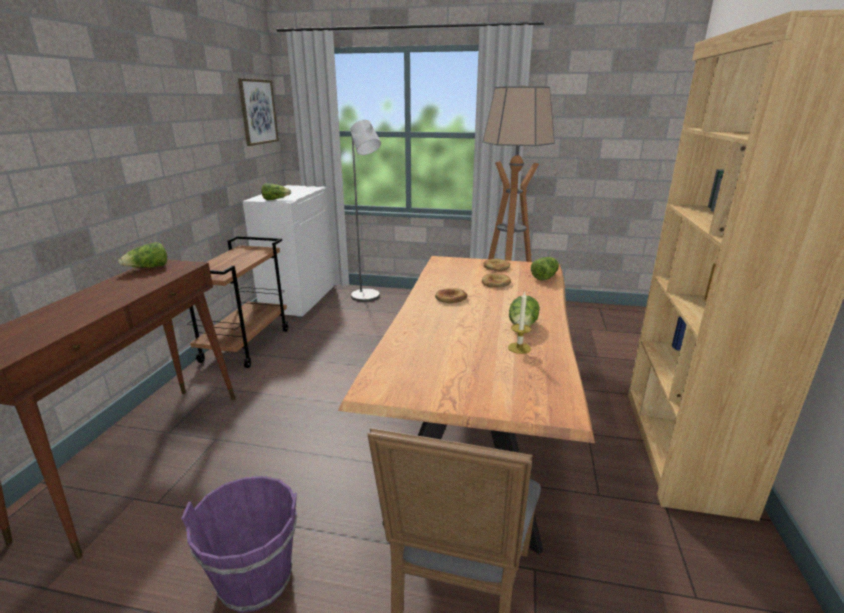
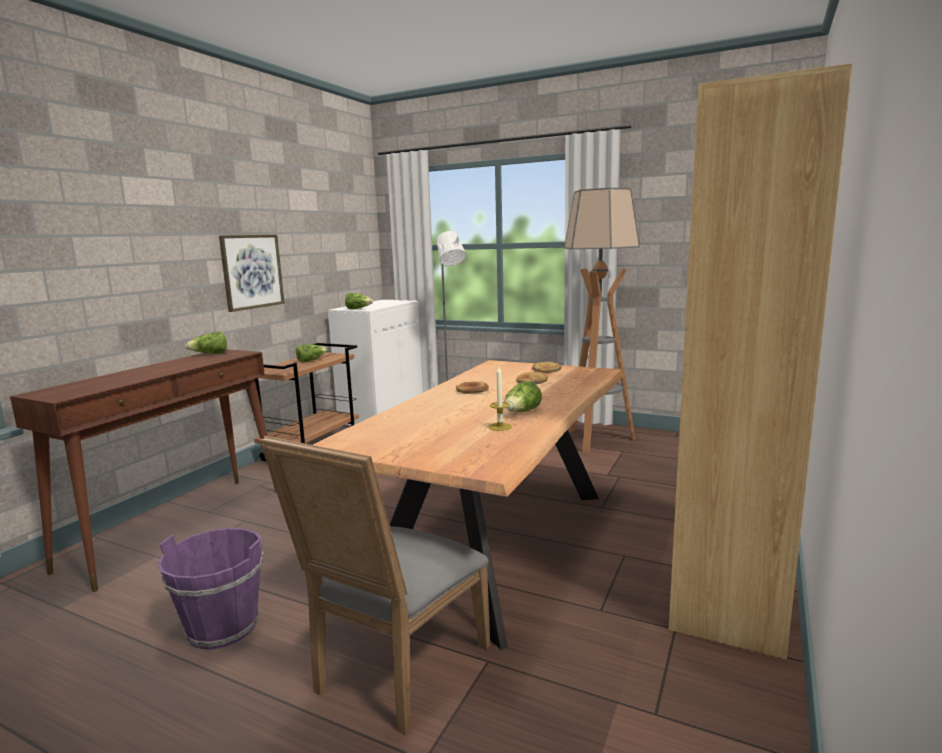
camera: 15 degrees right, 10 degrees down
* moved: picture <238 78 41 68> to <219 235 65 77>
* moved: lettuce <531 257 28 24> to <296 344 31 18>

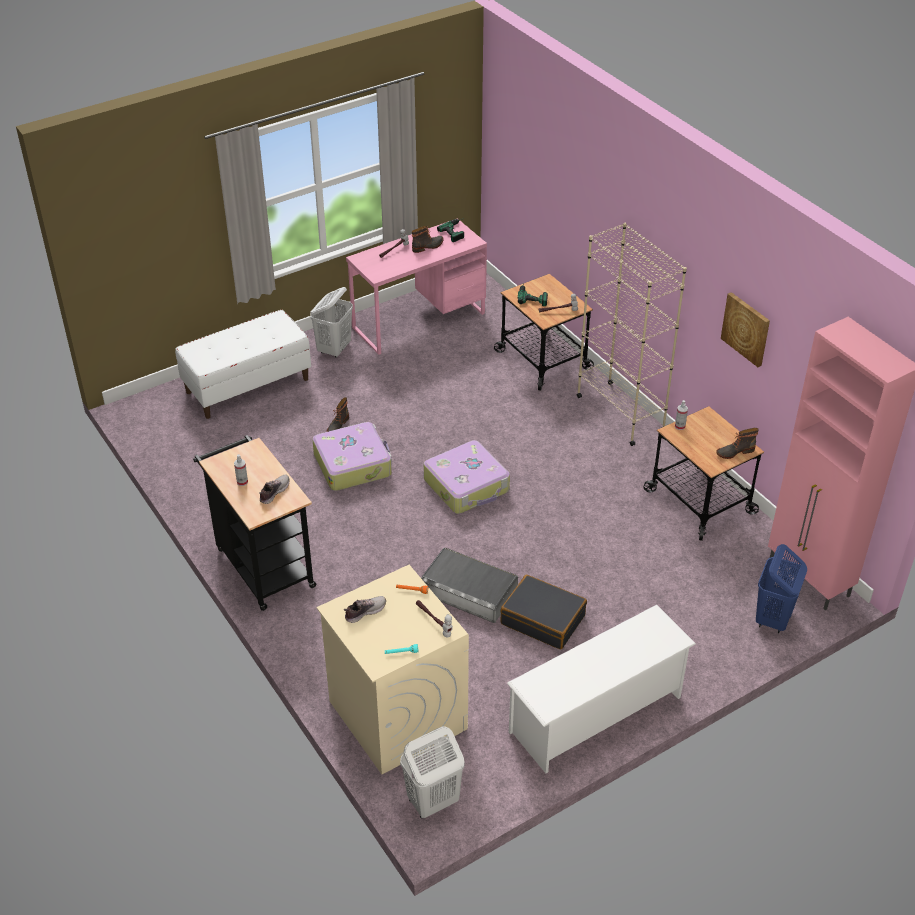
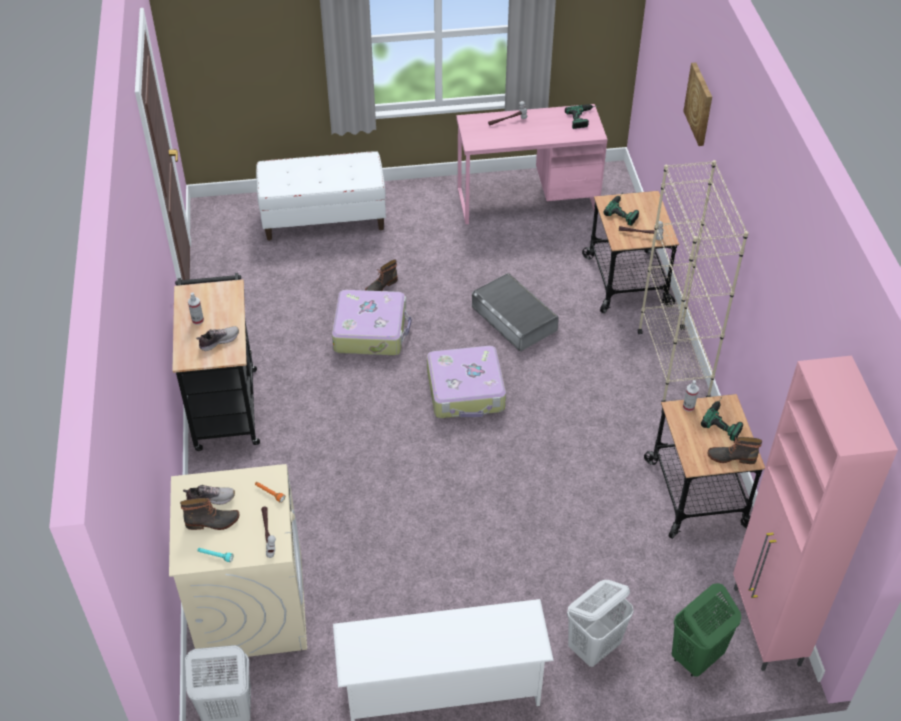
camera: 25 degrees right, 5 degrees up
* moved: white laundry basket <310 287 43 71> to <567 580 67 87>
* moved: boot <412 226 32 27> to <180 498 59 32>
* moved: grey storage box <421 548 97 75> to <472 273 87 78>
* removed: black suitcase <500 575 87 74>
* moved: picture <721 292 49 75> to <683 63 29 83>
* recoloured: blue laundry basket <756 544 51 89> to green laundry basket <672 583 69 94>
* added: power drill <701 397 42 44>

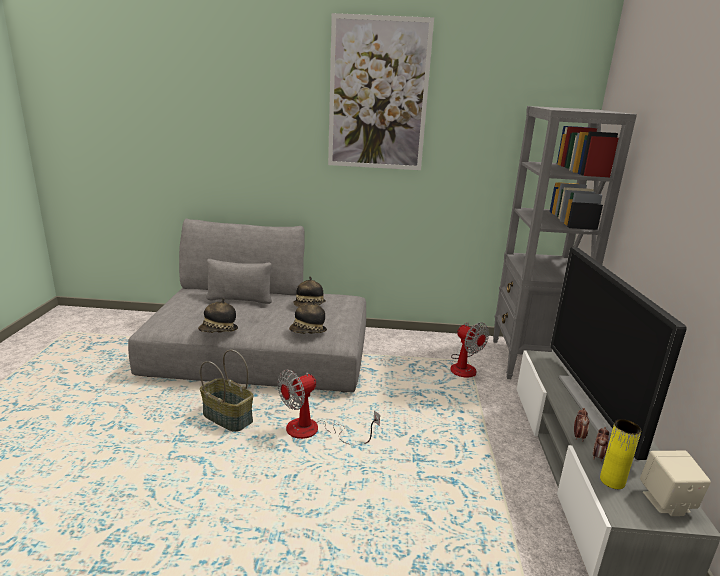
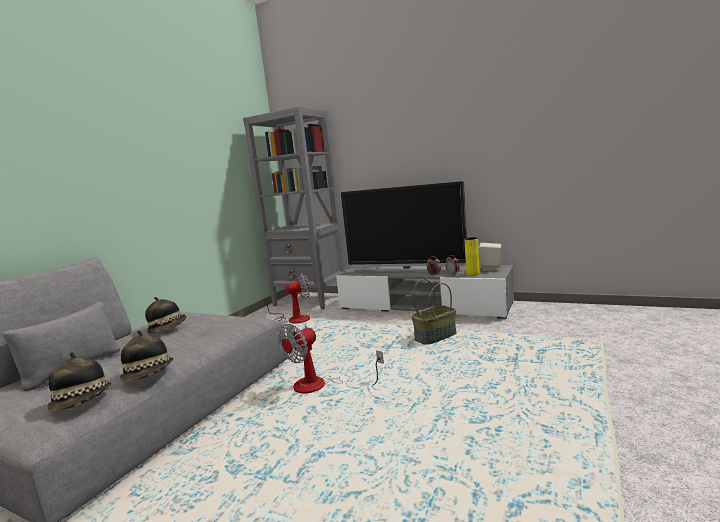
camera: 65 degrees left, 10 degrees down
* moved: basket <200 350 53 82> to <411 279 46 66>
* turned: fan <278 370 102 75> = <278 324 106 69> 60 degrees clockwise
* moved: hat <289 300 38 34> to <47 352 65 59>
* removed: picture <328 13 106 157>

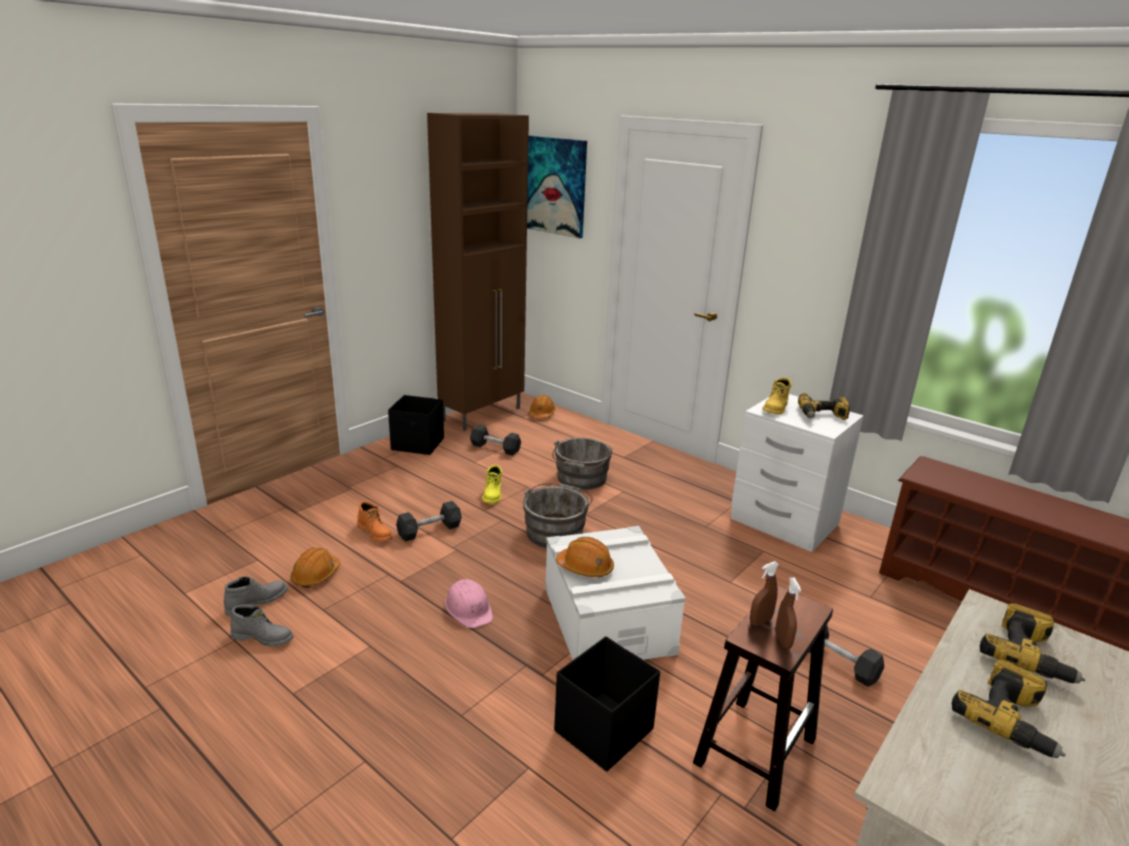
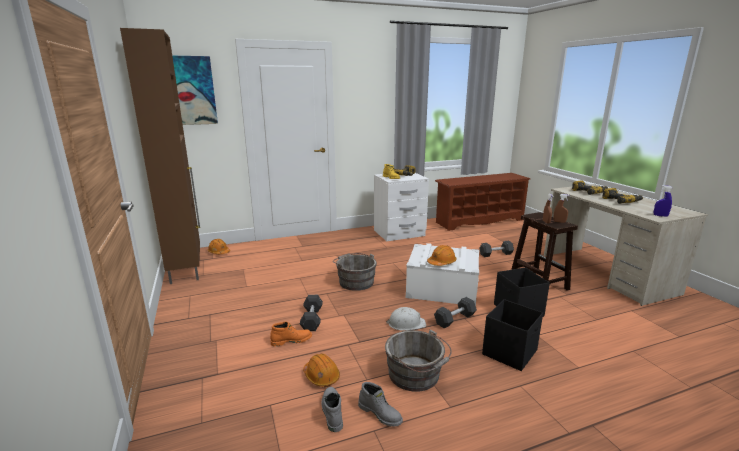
camera: 60 degrees left, 5 degrees down
* turned: grey boot <230 604 64 42> = <358 382 45 45> 90 degrees clockwise
* moved: black storage box <388 395 56 60> to <482 299 61 72>
* recoloured: pink hard hat <445 579 48 49> to white hard hat <386 307 40 24>
* moved: grey dumbbell <470 425 51 31> to <434 297 43 31>
* removed: yellow boot <482 465 20 39>
* moved: grey bucket <552 438 61 52> to <385 330 67 62>
* added: blue spray bottle <654 185 19 32>

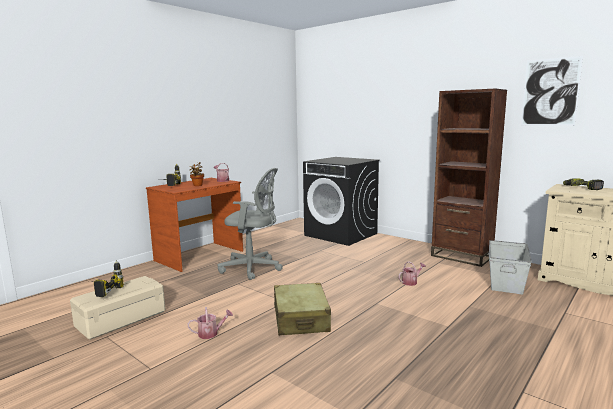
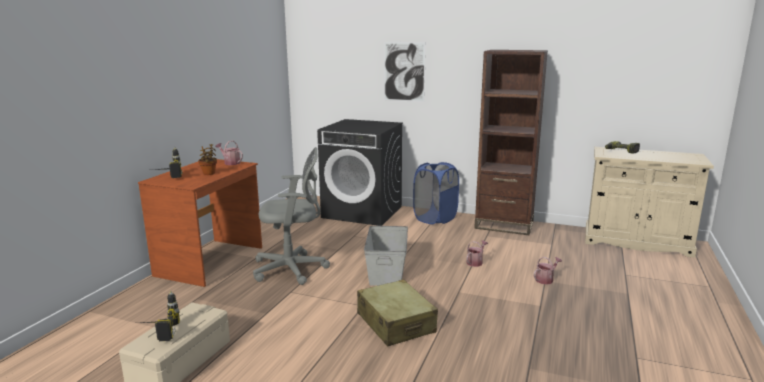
camera: 20 degrees left, 5 degrees up
* moved: watering can <188 307 45 32> to <534 257 28 28>
* moved: grey storage box <489 240 43 55> to <364 226 44 60>
* moved: picture <521 56 62 70> to <384 42 42 60>
* added: blue laundry basket <413 162 46 62>

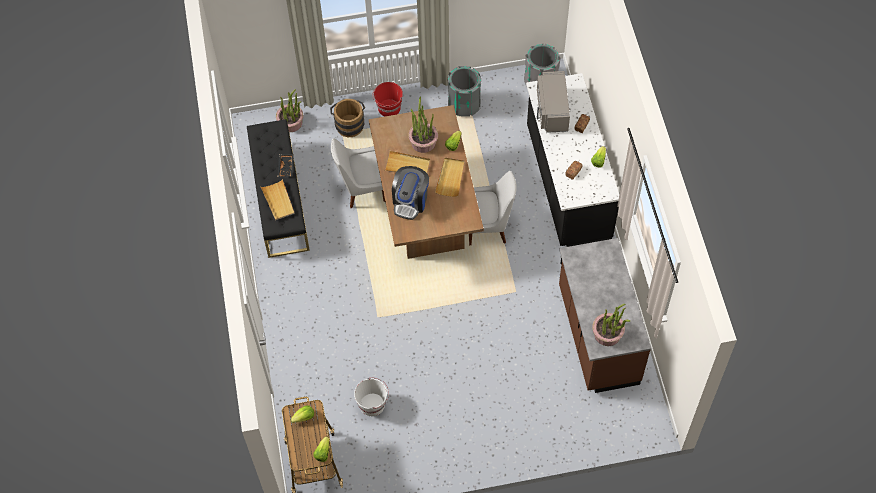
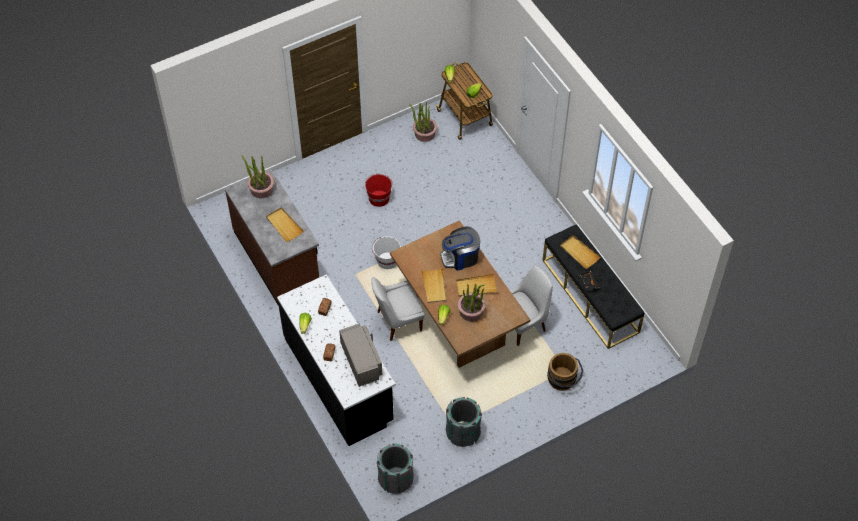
camera: 160 degrees right, 5 degrees down
* moved: potted plant <276 89 27 43> to <409 102 28 40>
* moved: white bucket <354 378 35 38> to <372 236 29 33>
* moved: red bucket <373 82 30 35> to <365 174 27 33>
* turned: coffee machine <392 166 37 54> = <441 227 39 44> 105 degrees counterclockwise
* added: beige tray <266 207 37 35>

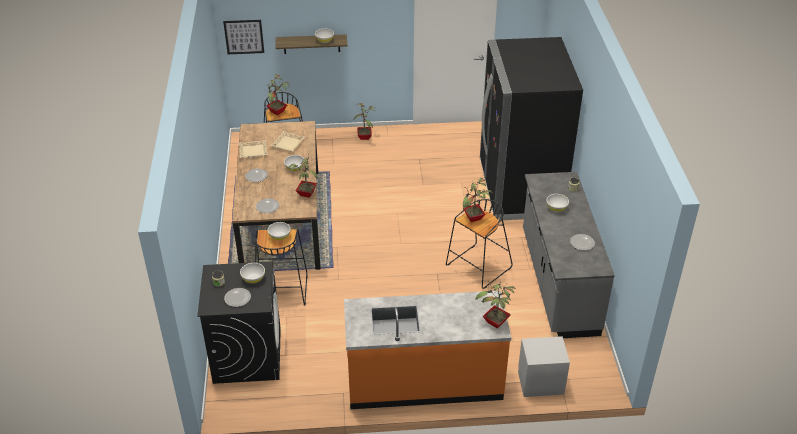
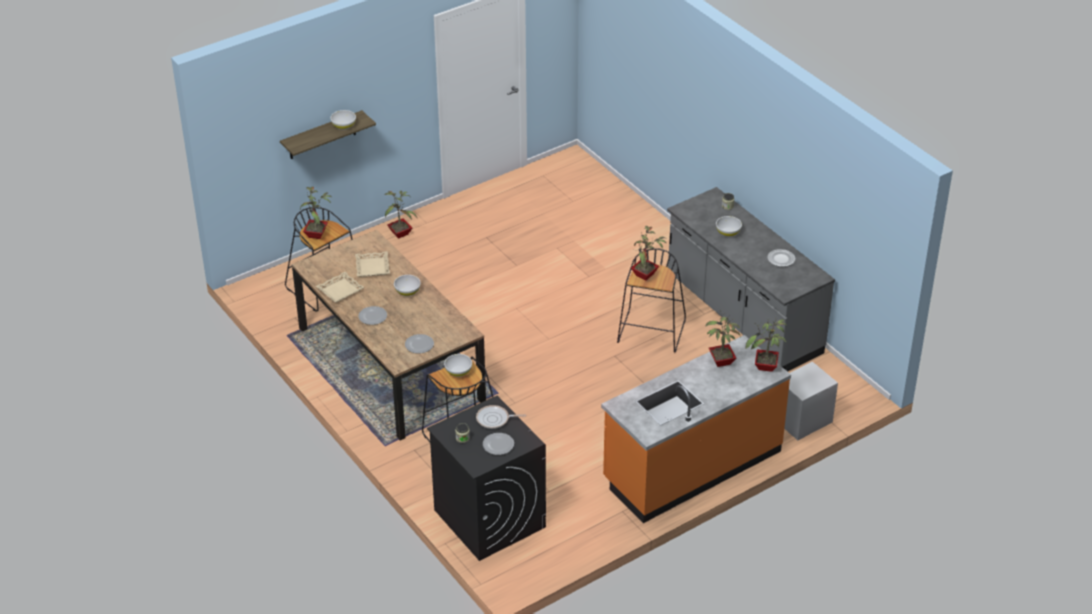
camera: 30 degrees left, 0 degrees up
* removed: picture <223 20 41 34>
* replaced: white bowl <240 263 25 20> to frying pan <476 405 50 24>
* moved: potted plant <288 154 29 44> to <705 310 36 57>
* removed: black fridge <480 37 103 183>

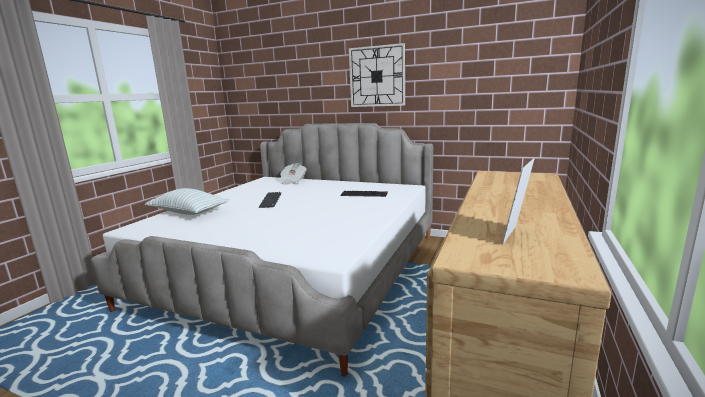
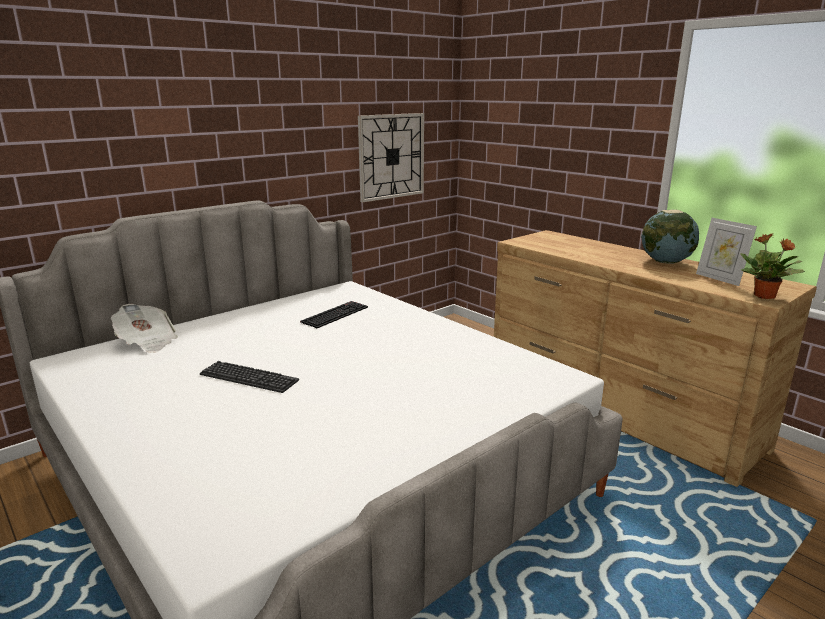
camera: 65 degrees left, 5 degrees up
* removed: pillow <145 188 84 27>
* moved: wall clock <349 43 56 64> to <358 113 66 89>
* added: globe <641 210 58 54>
* added: potted plant <740 234 65 65>

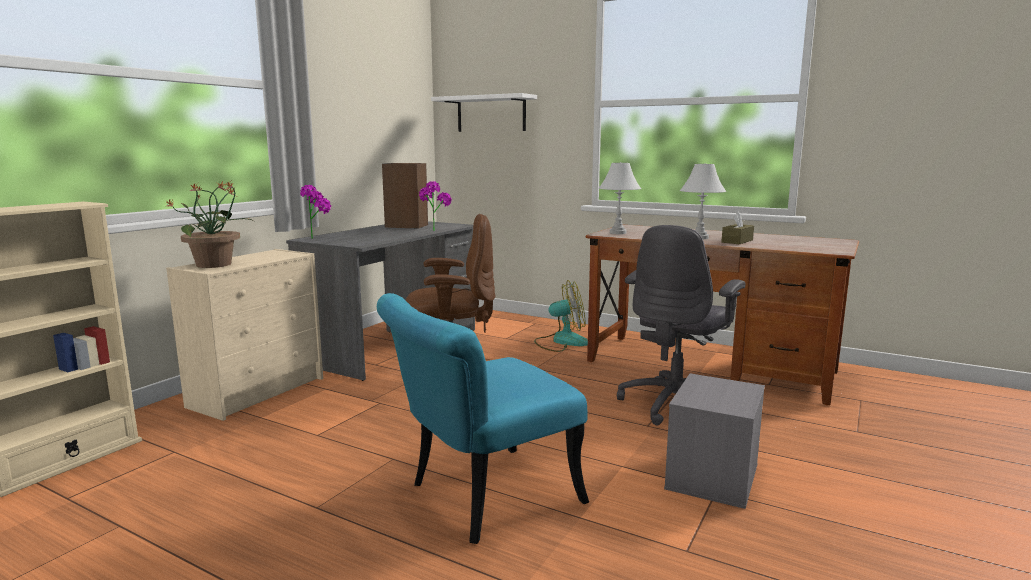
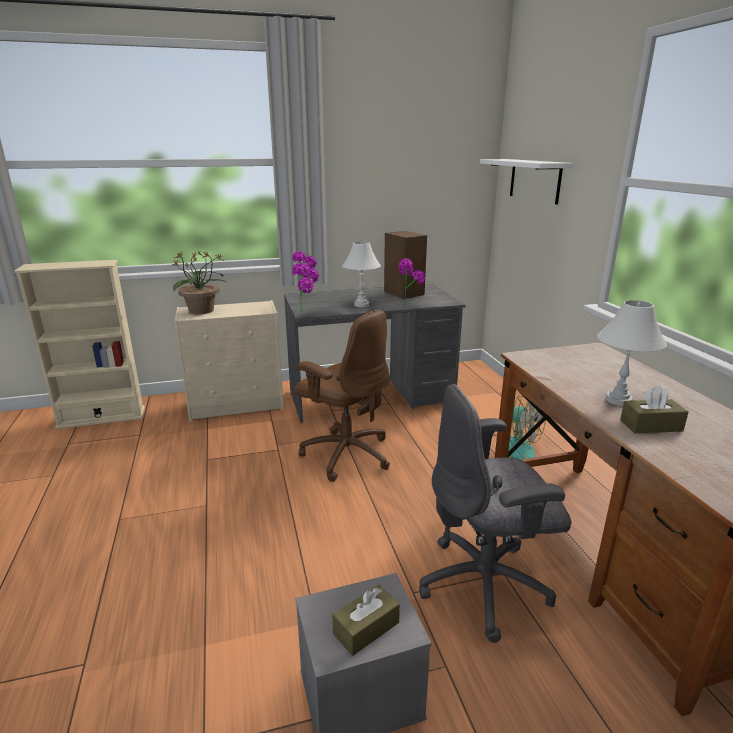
camera: 45 degrees right, 10 degrees up
* removed: turquoise chair <377 293 212 251>
* moved: white table lamp <599 162 42 72> to <342 241 39 67>
* added: potted plant <292 263 27 50>
* added: brown tissue box <332 585 68 71>

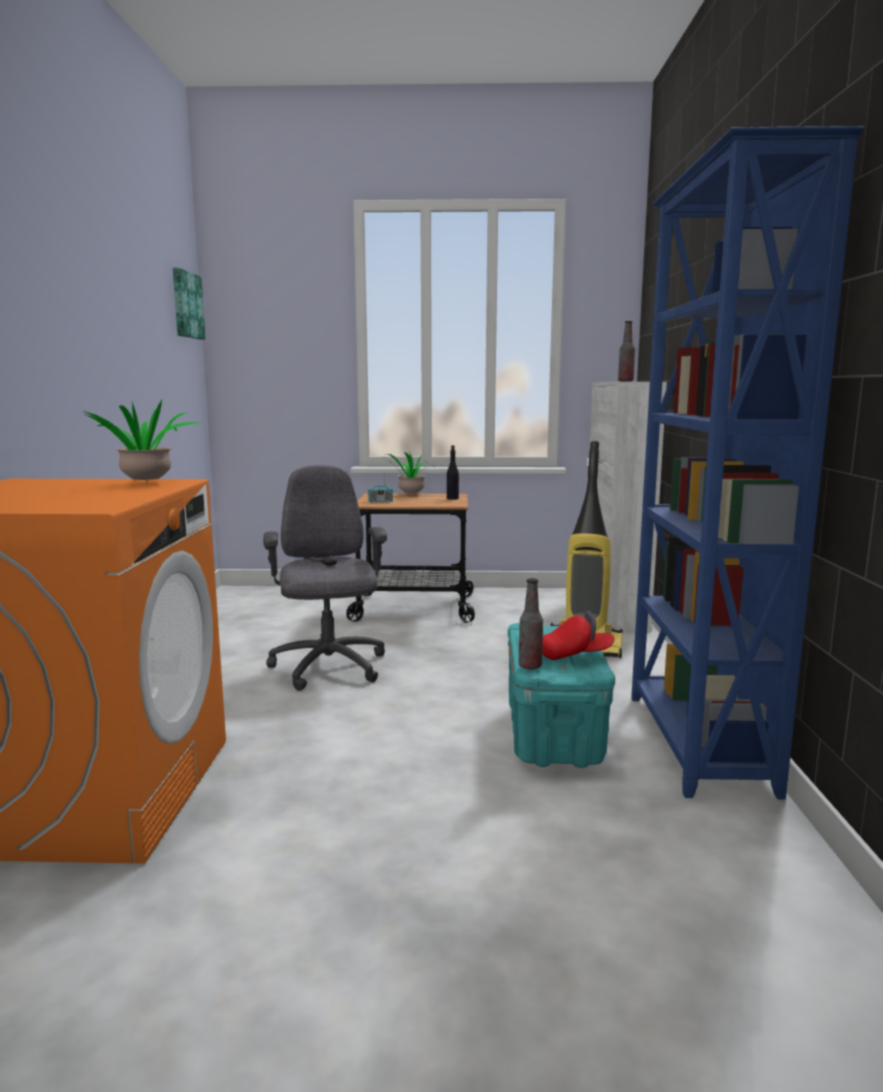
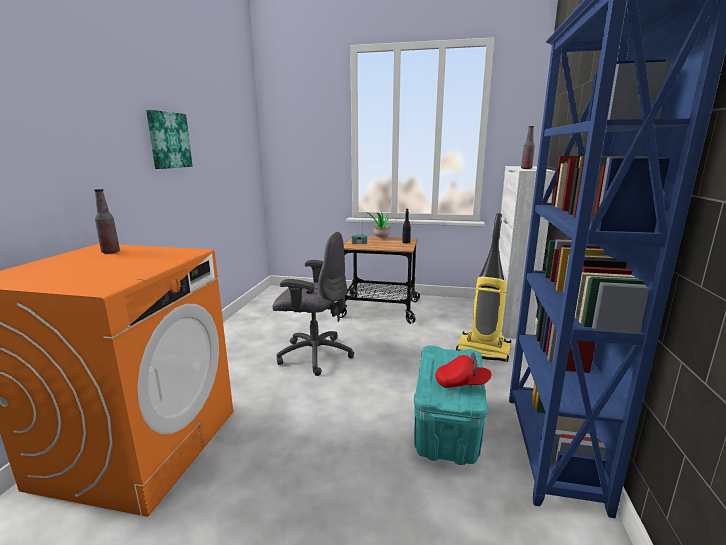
camera: 10 degrees right, 5 degrees up
* removed: potted plant <83 400 119 82>
* moved: picture <173 268 32 71> to <146 110 47 59>
* turned: grey office chair <263 465 124 226> = <272 232 82 144> 105 degrees clockwise
* moved: bottle <518 578 25 91> to <94 189 26 65>

